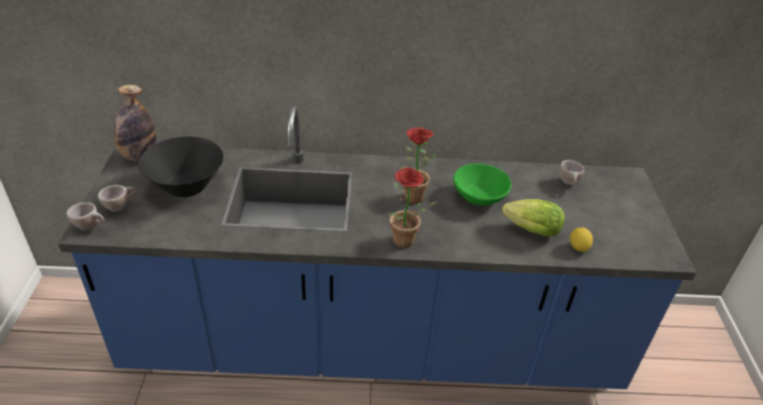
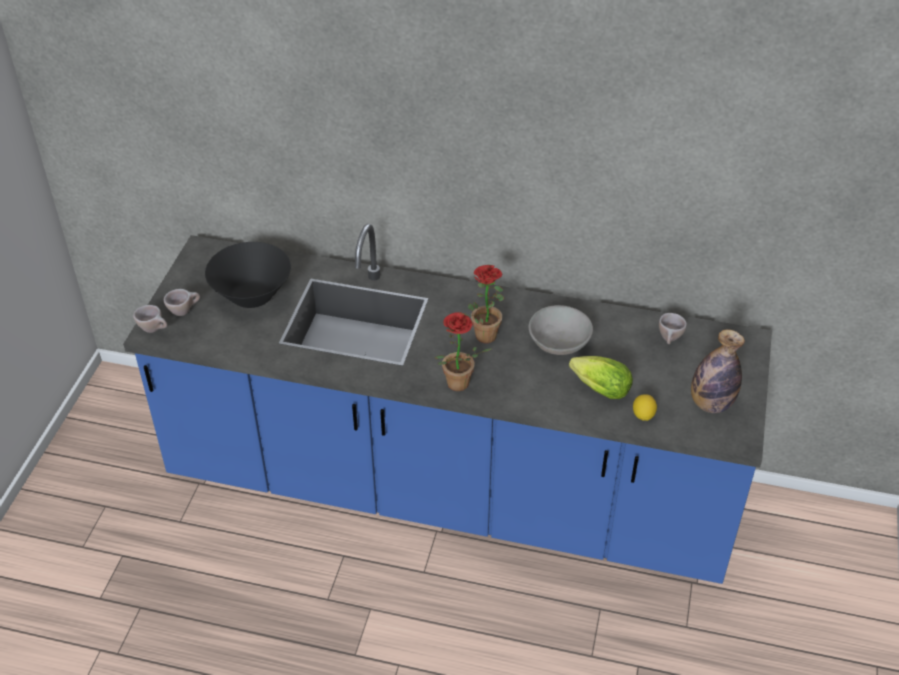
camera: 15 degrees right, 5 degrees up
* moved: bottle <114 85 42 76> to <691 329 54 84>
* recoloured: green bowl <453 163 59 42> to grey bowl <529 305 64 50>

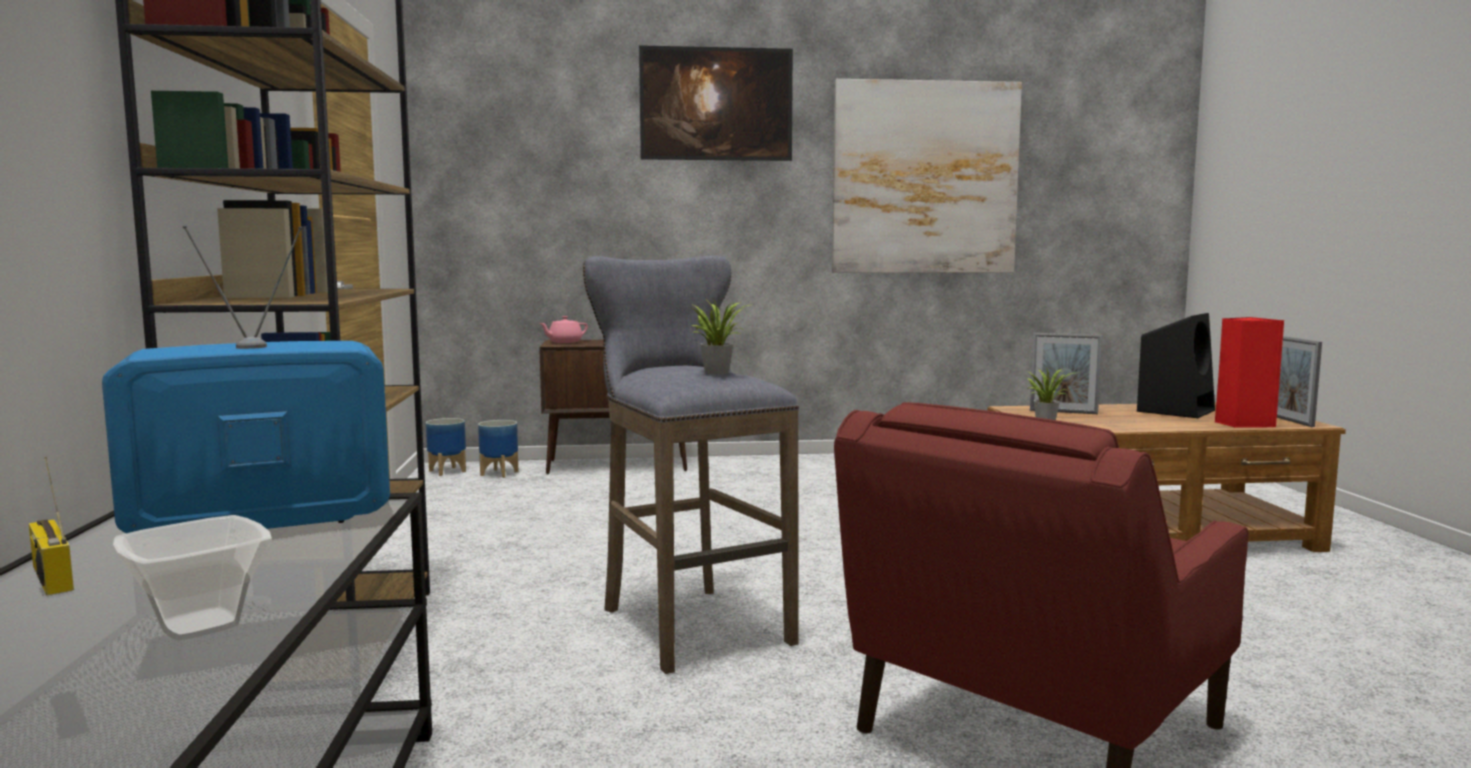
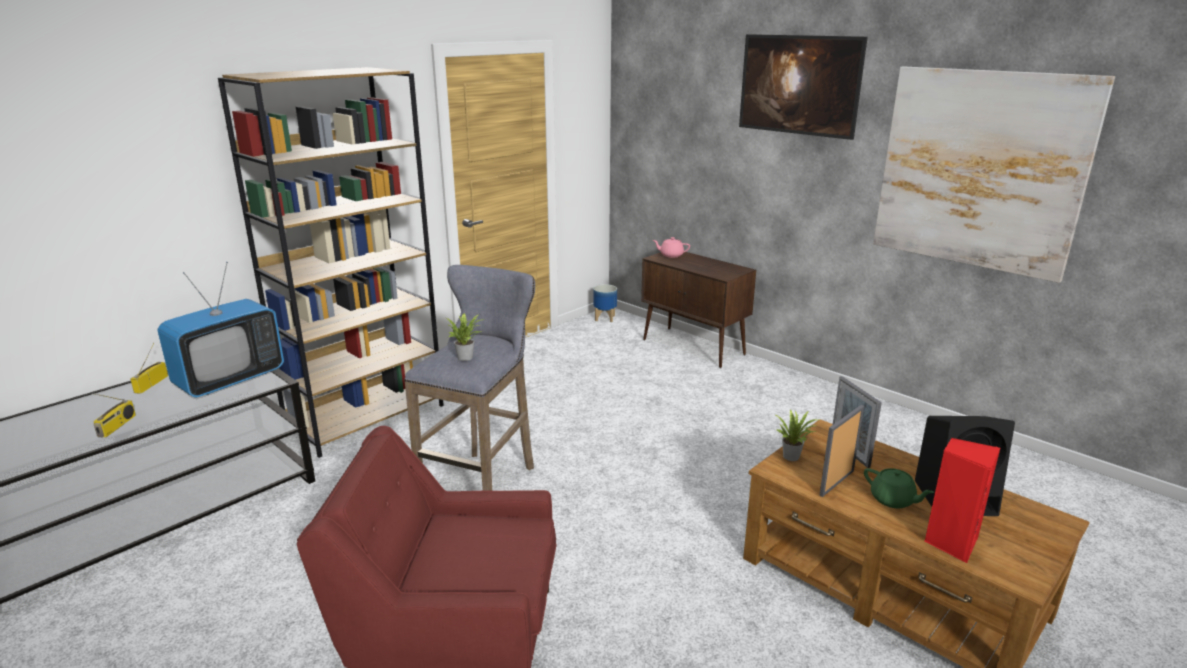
camera: 50 degrees right, 15 degrees up
* turned: television <102 225 288 308> = <158 262 126 135> 105 degrees clockwise
* replaced: bowl <113 515 159 126> to radio <92 393 44 44>
* removed: planter <478 420 41 58>
* moved: picture frame <1277 336 45 91> to <819 405 45 92>
* added: green teapot <864 468 70 41>

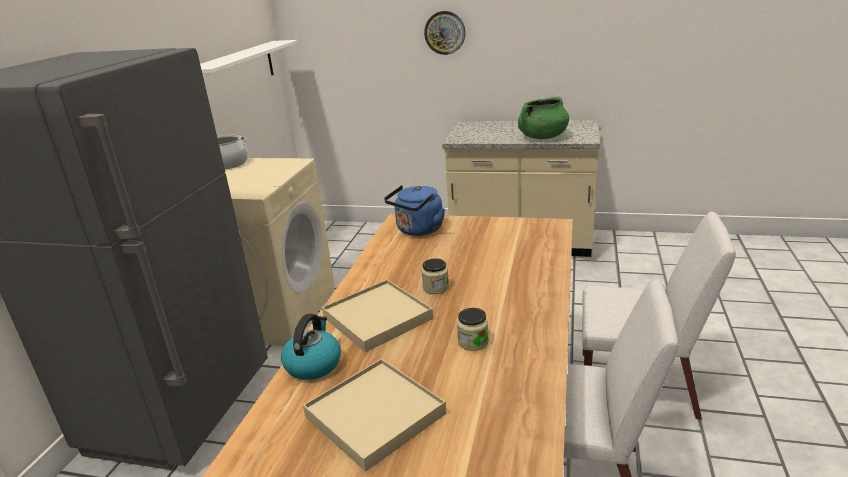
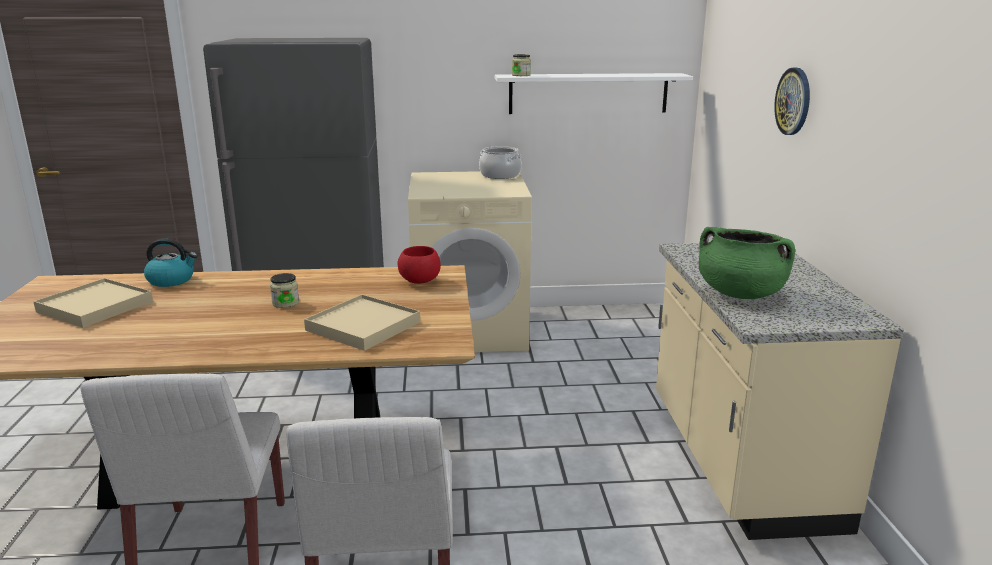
camera: 70 degrees right, 5 degrees down
* moved: beige tray <322 280 111 72> to <304 294 116 57>
* replaced: blue kettle <384 185 61 51> to red bowl <397 246 44 38>
* moved: jar <457 308 32 43> to <512 54 19 22>

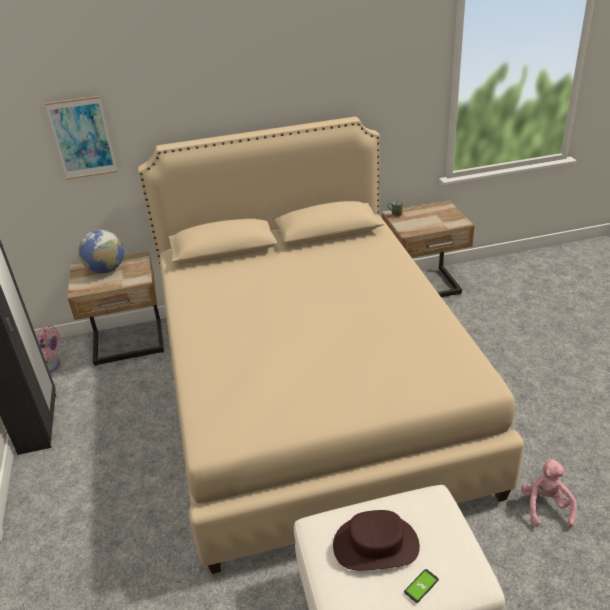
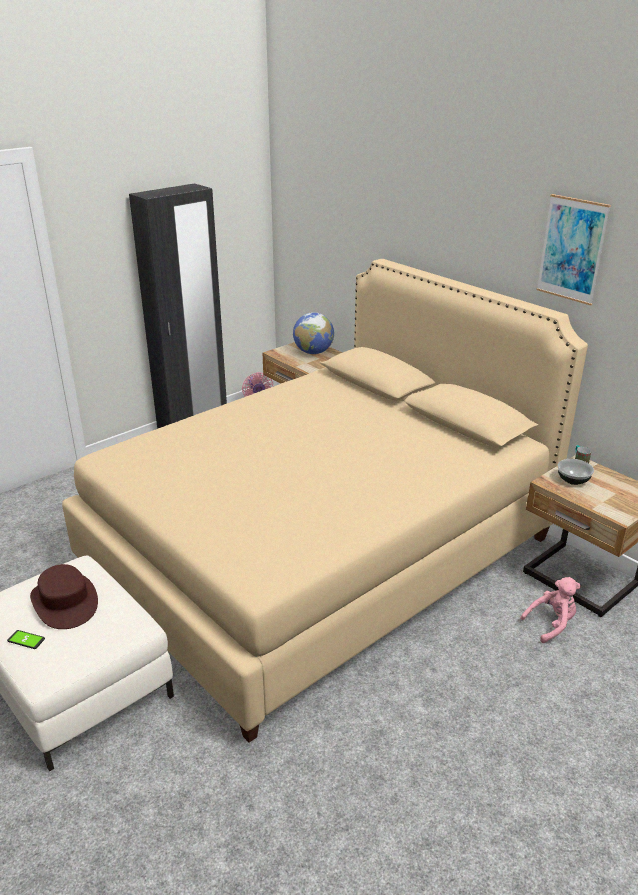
camera: 60 degrees right, 5 degrees down
* moved: picture <45 96 73 83> to <537 194 74 112>
* moved: pink plush toy <521 459 56 70> to <520 577 61 66>
* added: bowl <558 459 36 26>

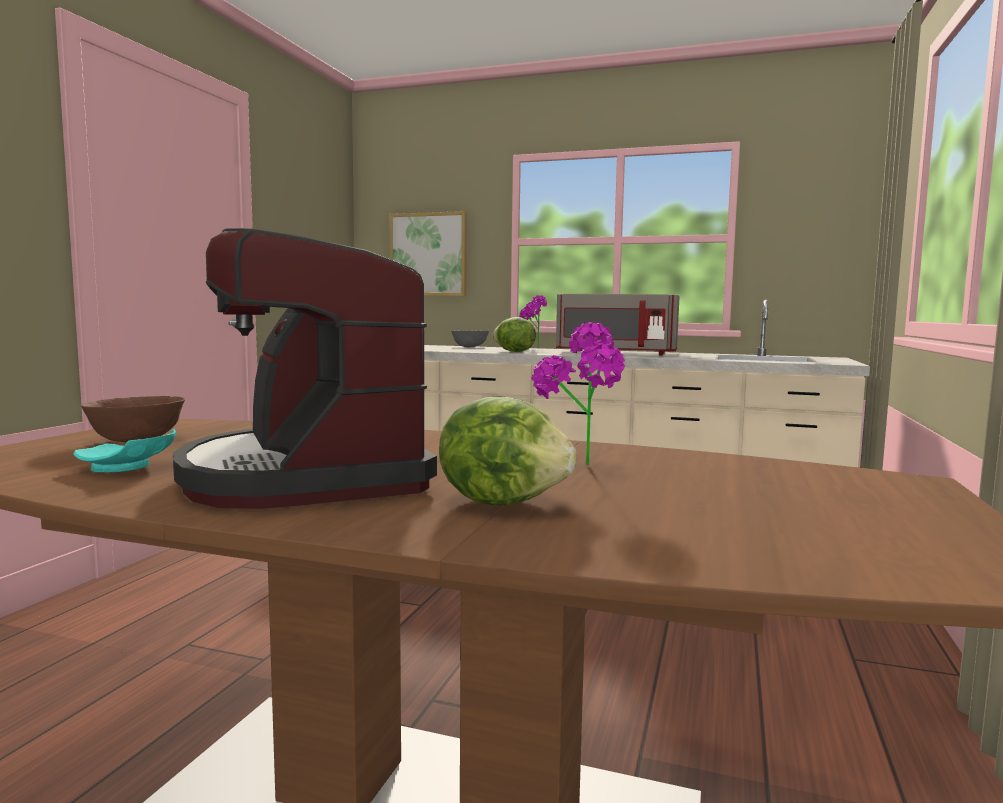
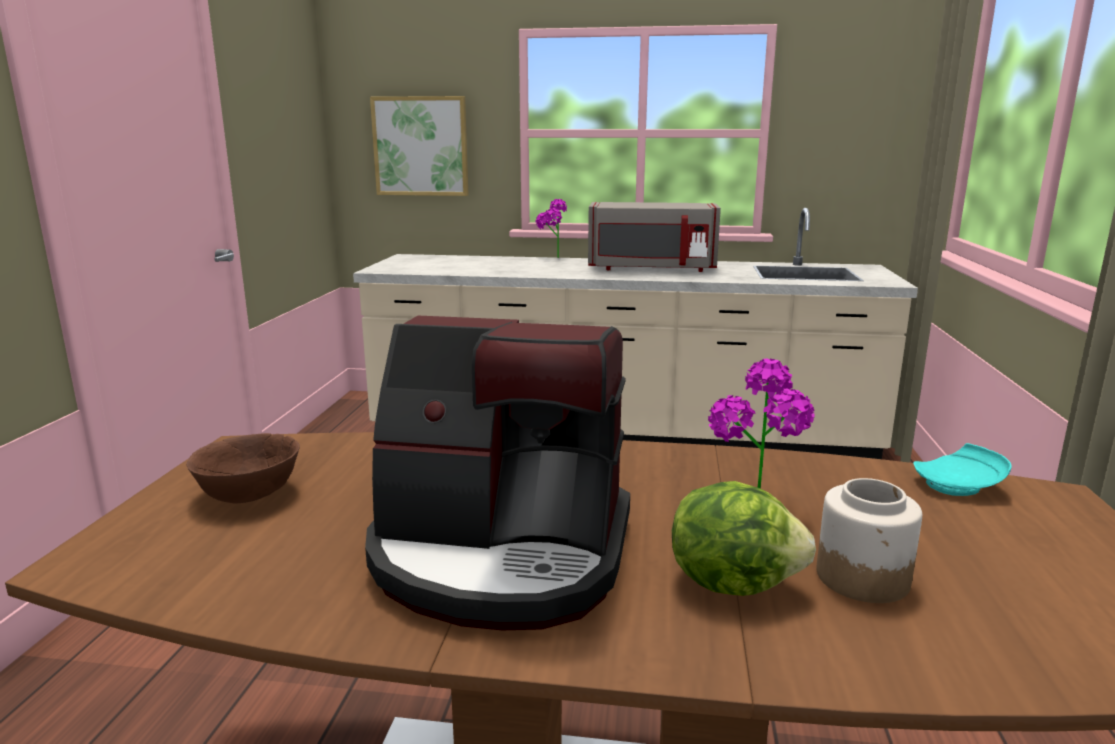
camera: 10 degrees left, 10 degrees up
* moved: turquoise plate <74 429 102 44> to <913 443 99 53>
* turned: coffee machine <173 228 264 281> = <365 316 265 314> 45 degrees counterclockwise
* removed: grey bowl <451 330 38 17>
* removed: lettuce <493 317 43 35>
* added: jar <817 478 105 125>

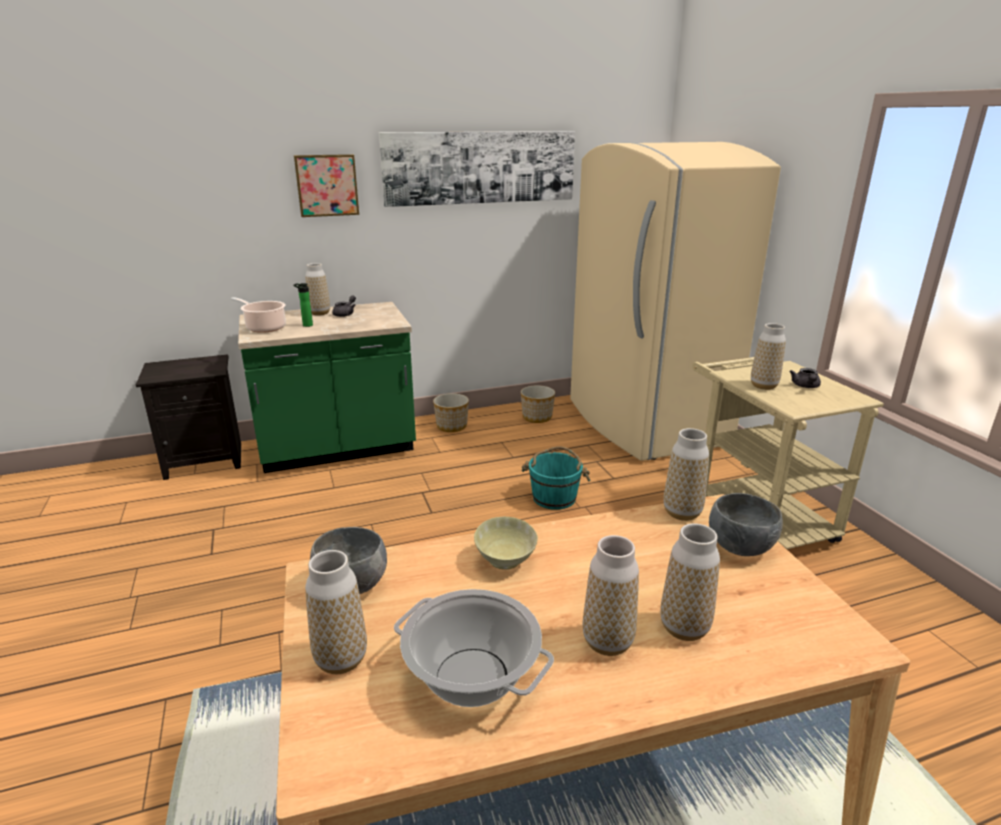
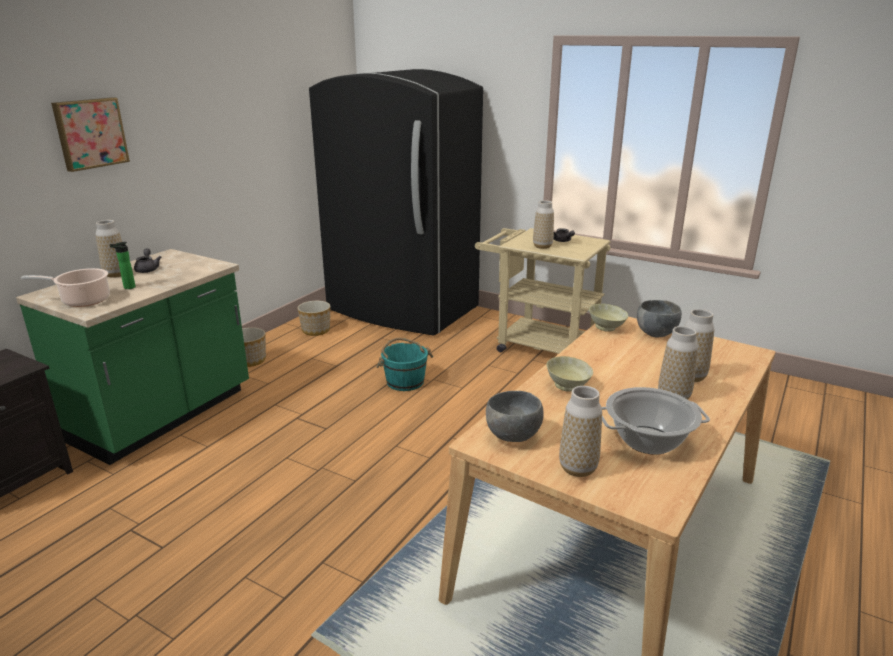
camera: 40 degrees left, 0 degrees up
* removed: picture <379 131 196 76>
* recoloured: beige fridge <570 142 211 319> to black fridge <309 69 174 266>
* replaced: vase <664 428 45 93> to beige bowl <589 304 39 28>

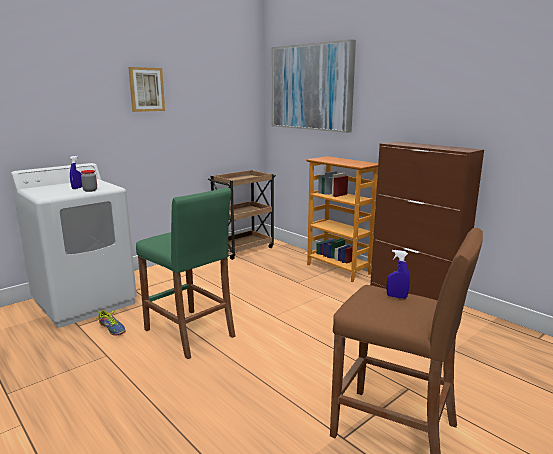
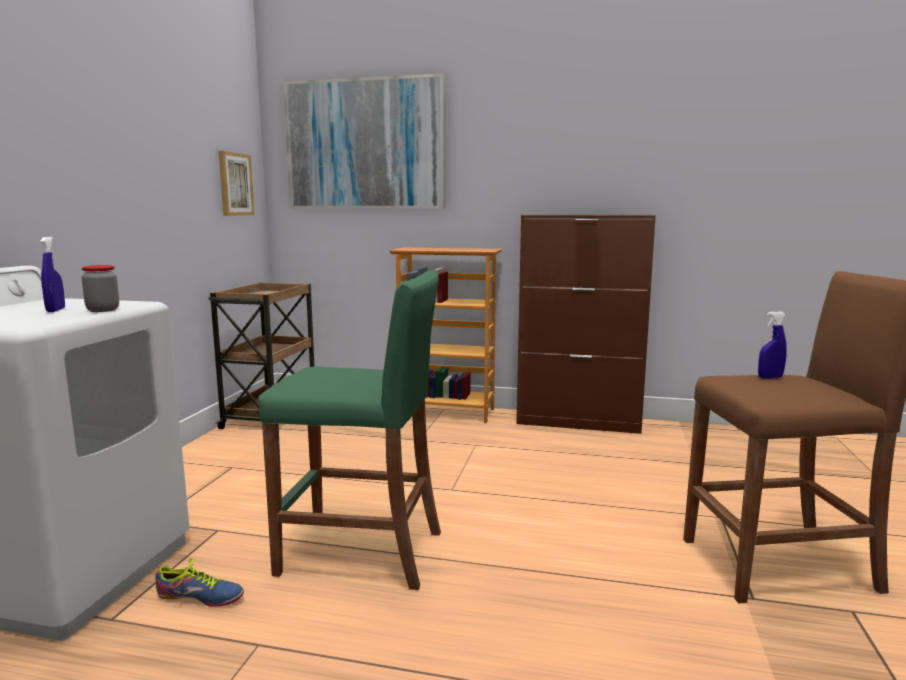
camera: 35 degrees left, 5 degrees down
* moved: picture <128 67 37 45> to <218 151 37 65>

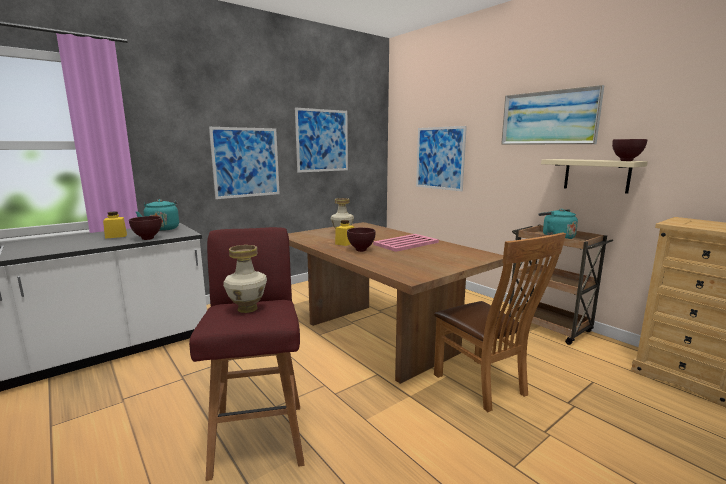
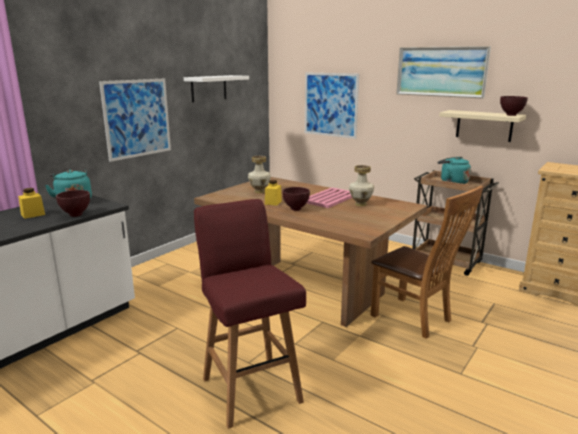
camera: 15 degrees left, 5 degrees up
* moved: vase <223 245 44 68> to <349 165 25 41>
* replaced: picture <295 107 53 66> to white shelf <184 75 65 27>

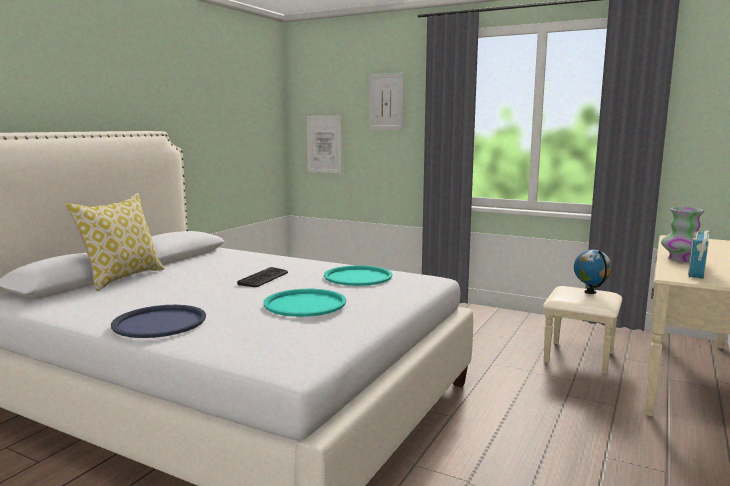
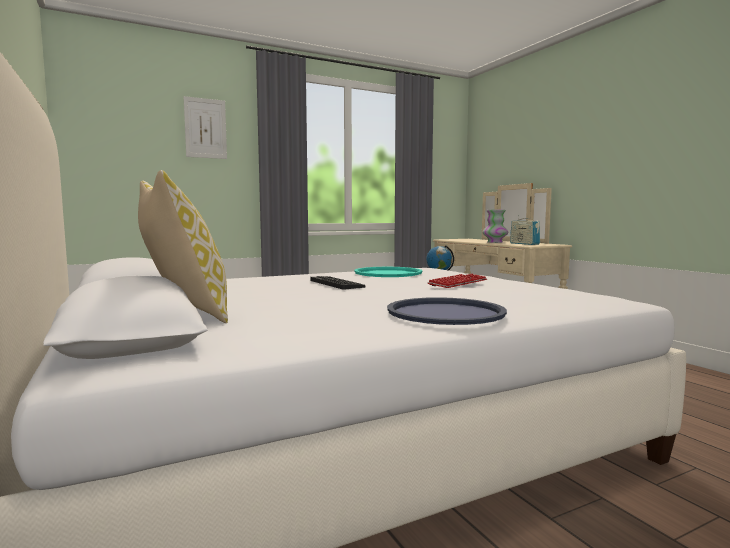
camera: 55 degrees left, 5 degrees down
* replaced: turquoise tray <264 289 82 28> to keyboard <428 274 59 14>
* removed: picture <307 115 35 58>

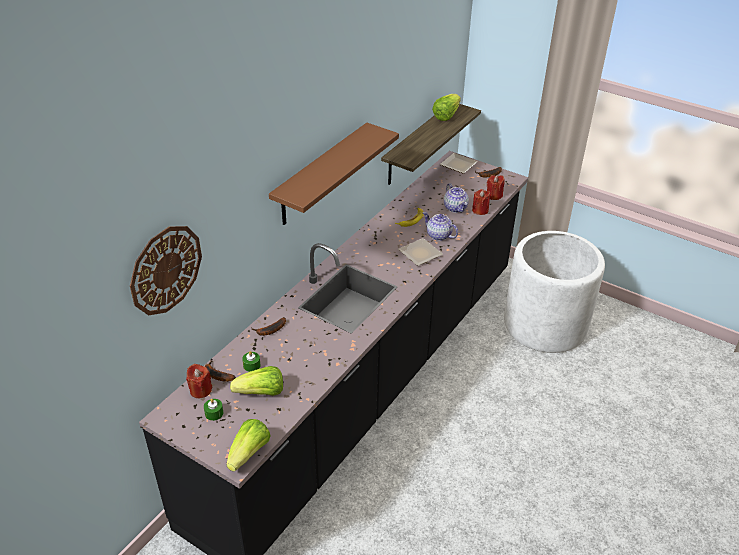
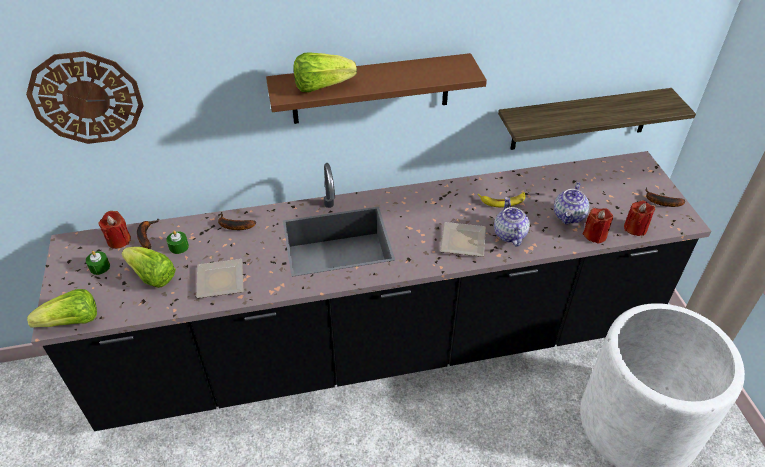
camera: 45 degrees right, 5 degrees up
* moved: lettuce <432 94 29 27> to <293 53 64 39>
* moved: plate <440 153 38 21> to <197 259 47 39>

